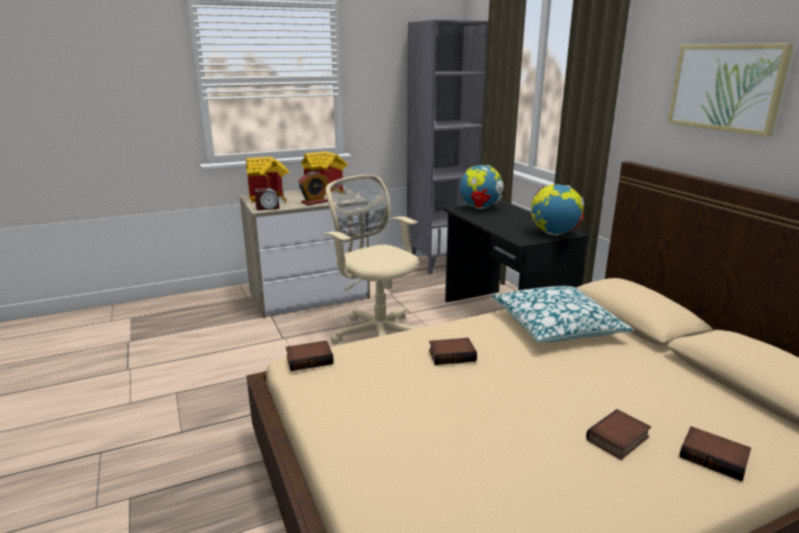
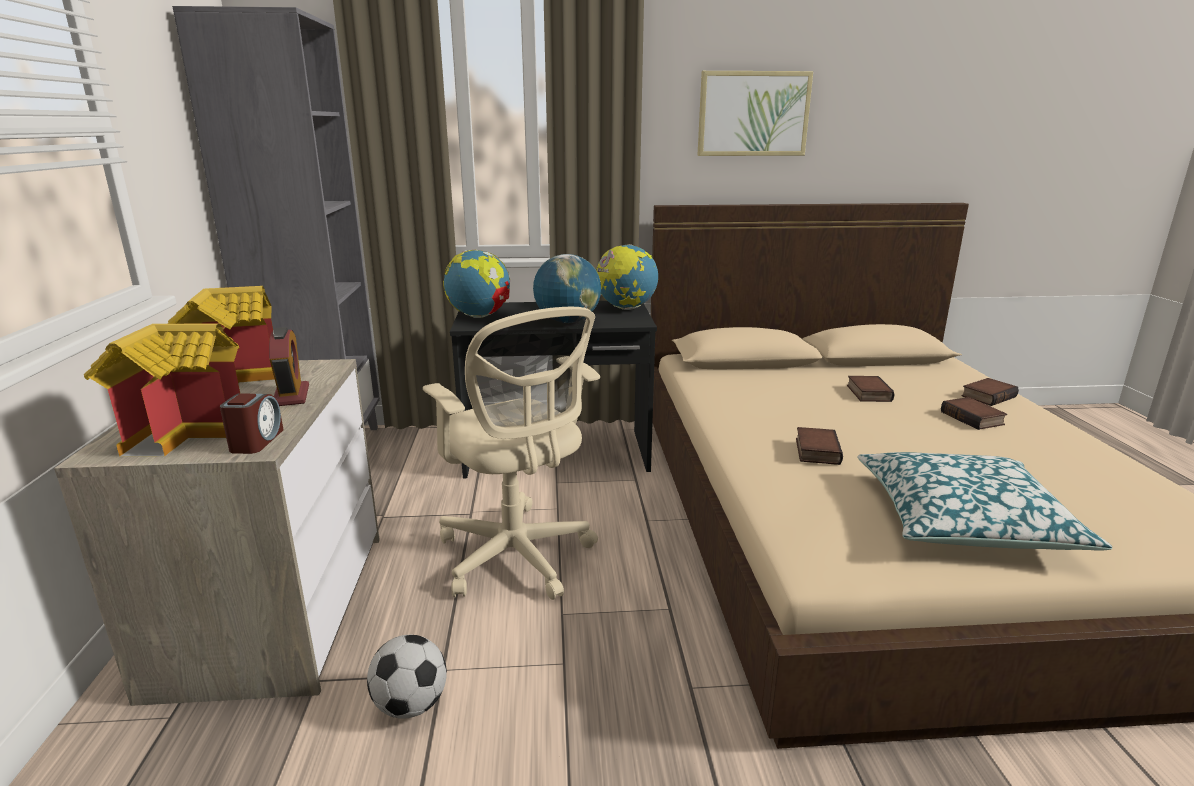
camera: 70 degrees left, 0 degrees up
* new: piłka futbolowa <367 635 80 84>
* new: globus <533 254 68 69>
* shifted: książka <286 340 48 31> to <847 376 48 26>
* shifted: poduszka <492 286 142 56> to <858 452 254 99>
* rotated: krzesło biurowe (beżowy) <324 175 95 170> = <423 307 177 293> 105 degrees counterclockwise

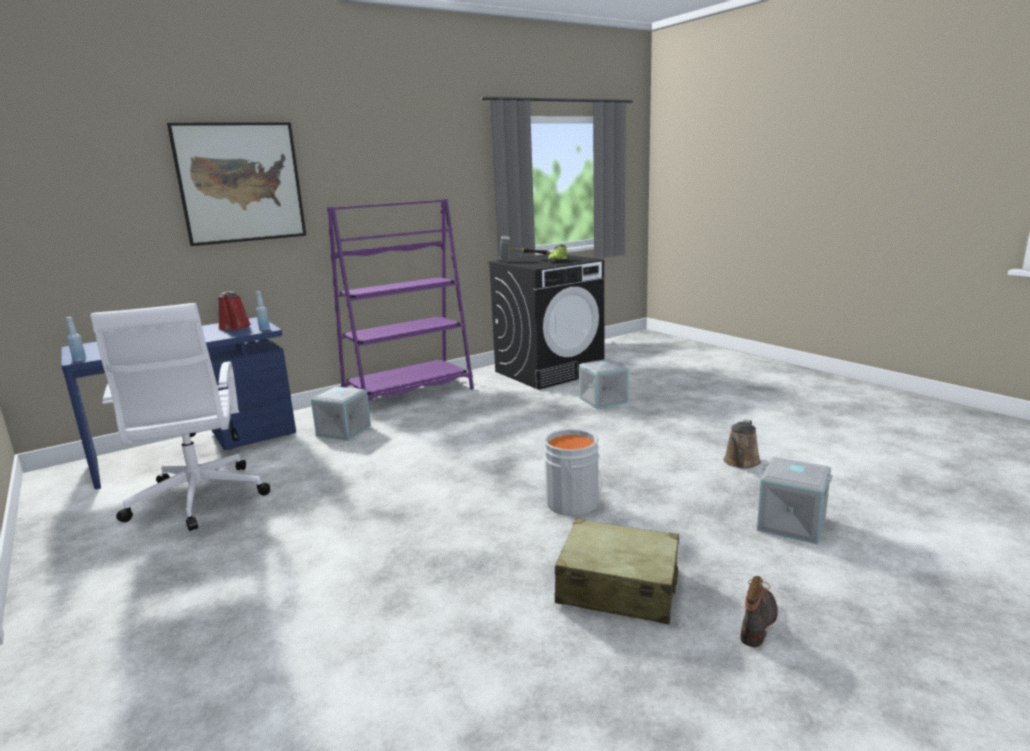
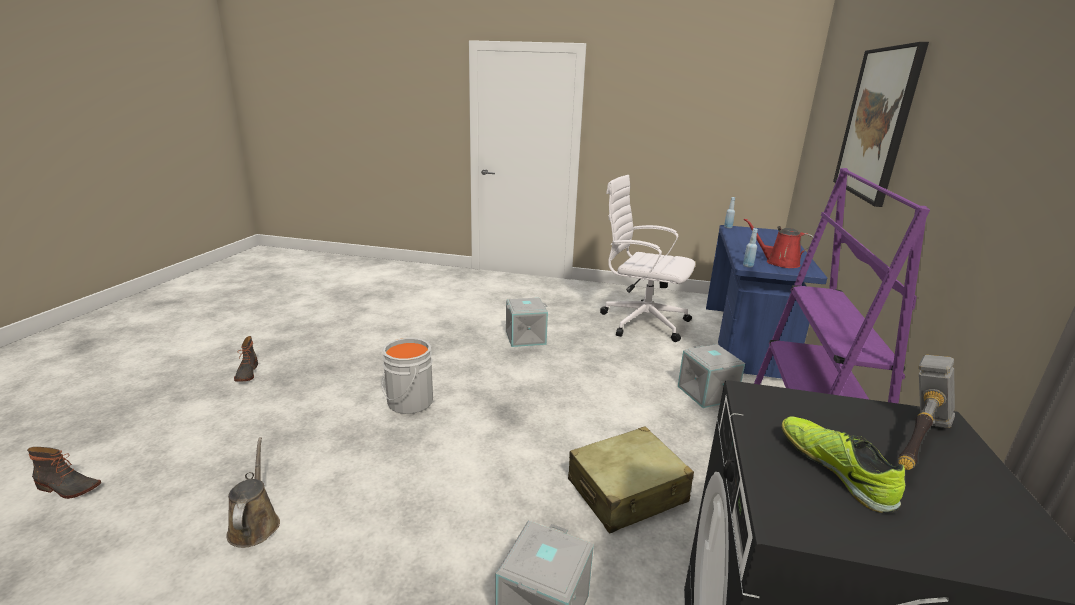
camera: 135 degrees right, 5 degrees up
* new: but z cholewką <27 447 74 52>
* shifted: walizka (beżowy) <555 518 124 106> to <568 426 126 107>
* shifted: pojemnik do przechowywania (szary) <757 457 76 88> to <506 298 42 49>

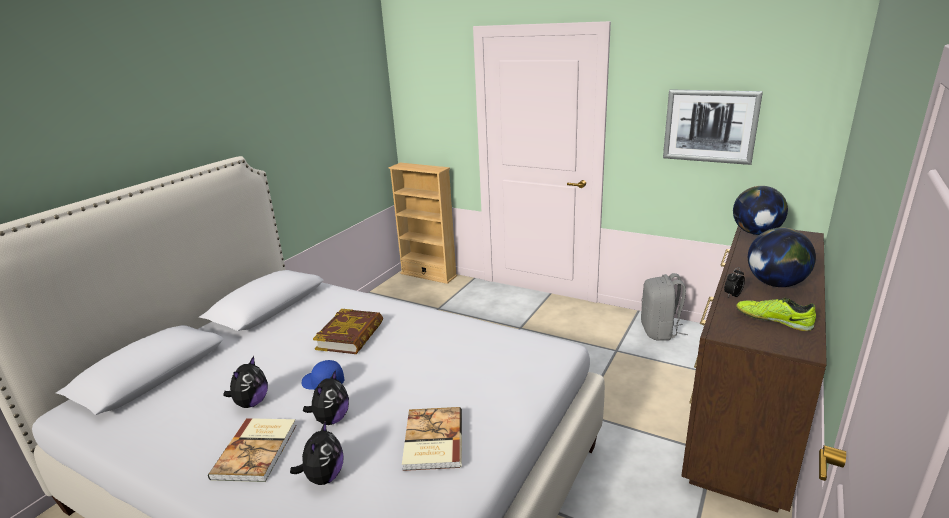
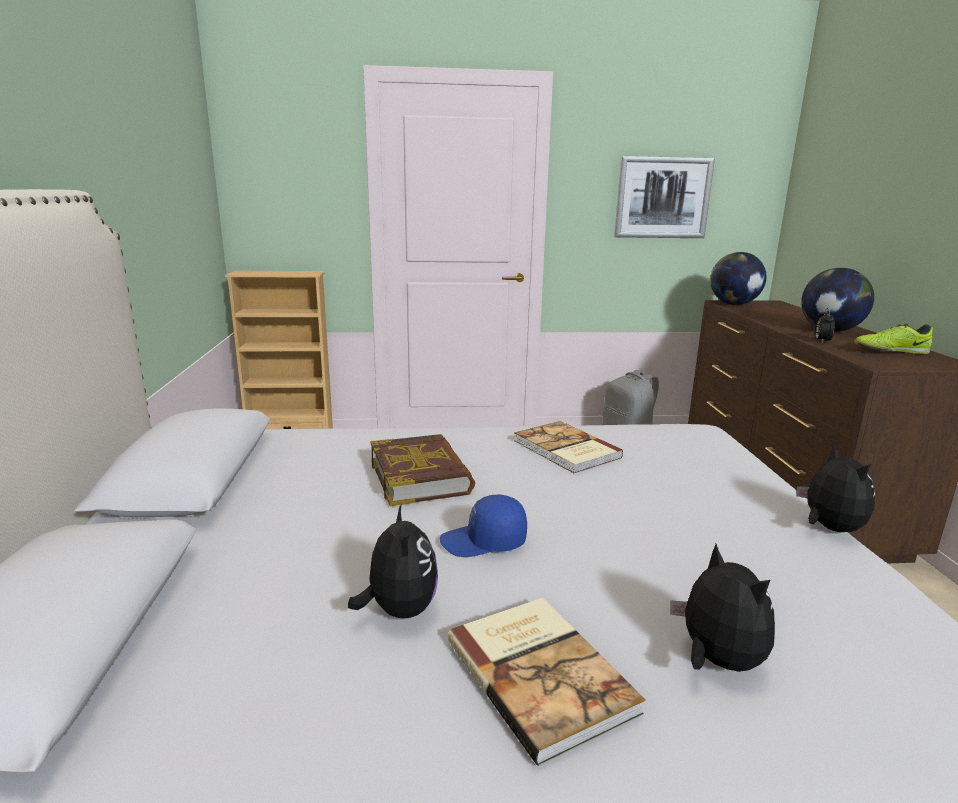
camera: 35 degrees left, 5 degrees down
* shifted: pluszak <303 370 46 55> to <796 444 79 88>
* shifted: książka <402 407 60 64> to <514 421 110 52>

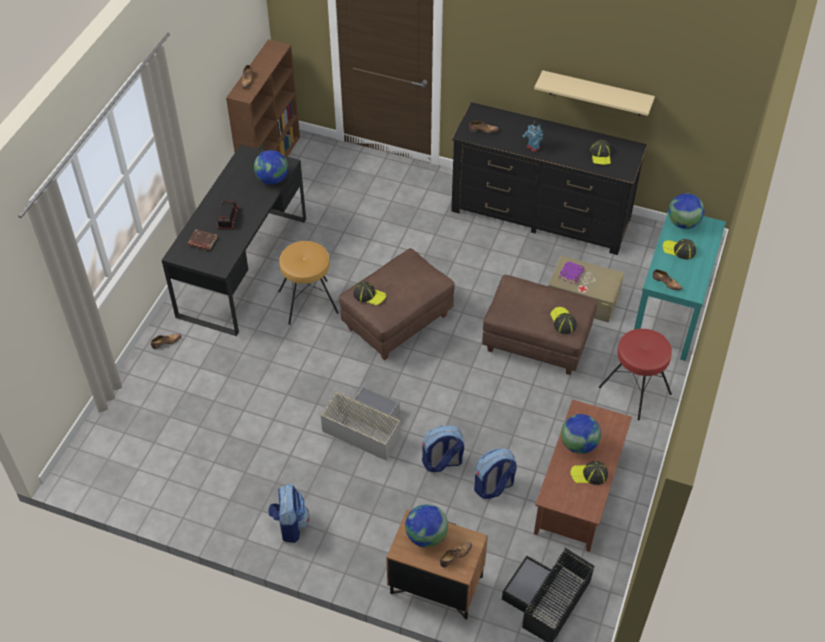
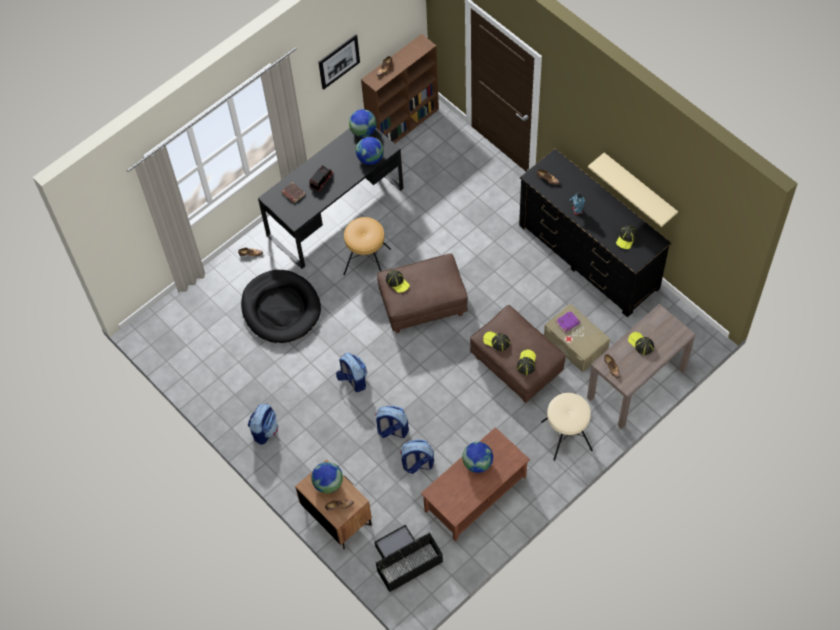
camera: 30 degrees right, 10 degrees up
* new: legowisko (czarny) <241 270 80 73>
* new: obraz <318 34 42 56>
* shifted: czapka z daszkiem <570 461 38 24> to <483 332 27 19>
* shifted: globus <668 193 37 36> to <349 109 28 28>
* swapped: pojemnik do przechowywania (szary) <320 386 81 75> to plecak <336 352 31 40>
* repainted: stołek (czerwony) <599 329 73 91> to stołek (beżowy) <541 393 52 68>
* repainted: stolik konsolowy (turkusowy) <634 213 92 148> to stolik konsolowy (brązowy) <587 304 109 125>

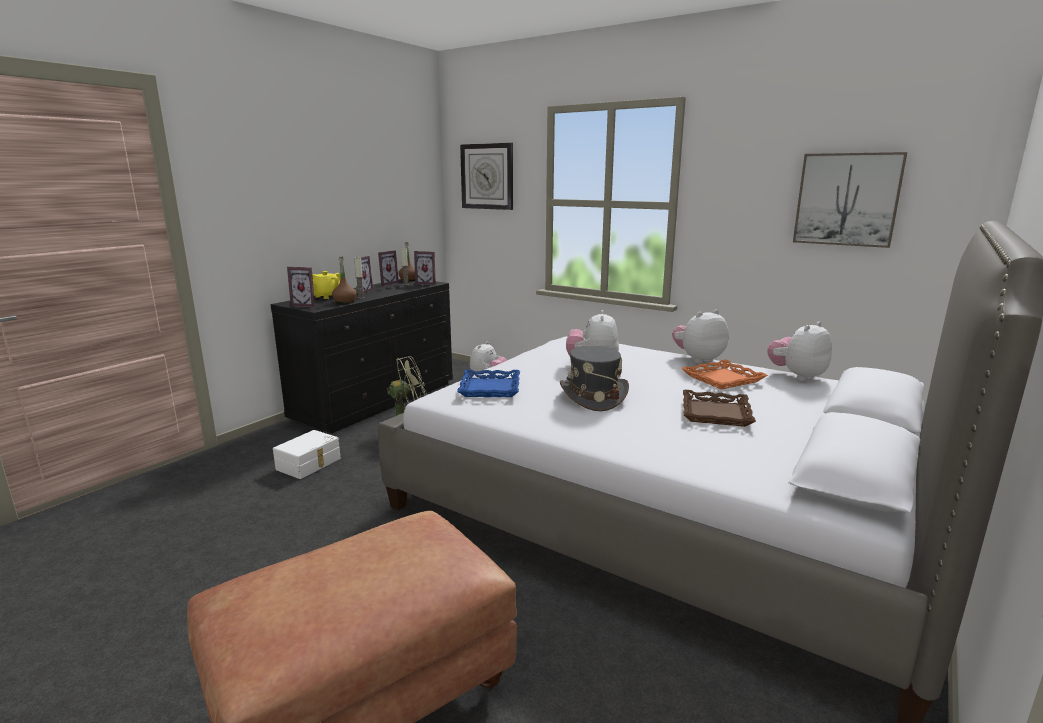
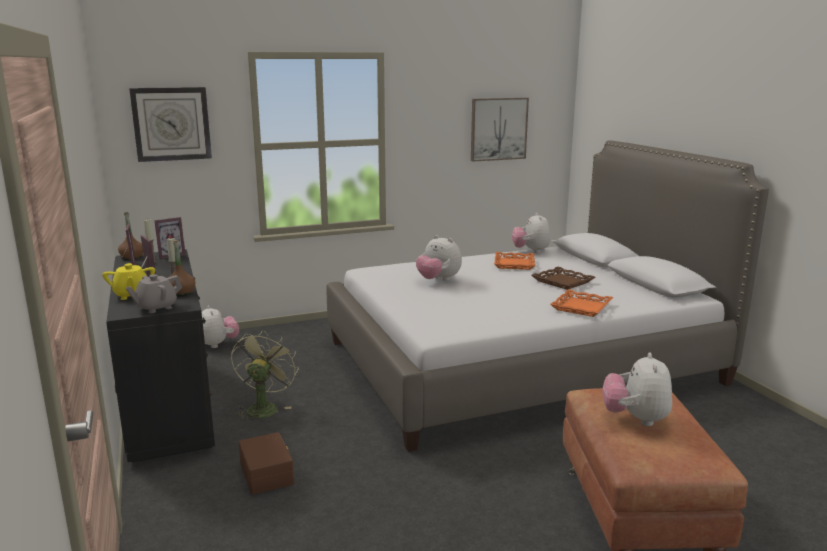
camera: 55 degrees left, 0 degrees up
* gone: taca (niebieski) <457 370 63 27>
* gone: kapelusz (szary) <560 345 69 66>
* new: taca (pomarańczowy) <550 289 63 28>
* shifted: pluszak <672 310 57 53> to <602 353 70 73>
* swapped: ramka na zdjęcie <287 267 28 40> to imbryk (szary) <126 274 56 39>
* repainted: pojemnik do przechowywania (biały) <273 430 68 49> to pojemnik do przechowywania (brązowy) <239 432 55 63>

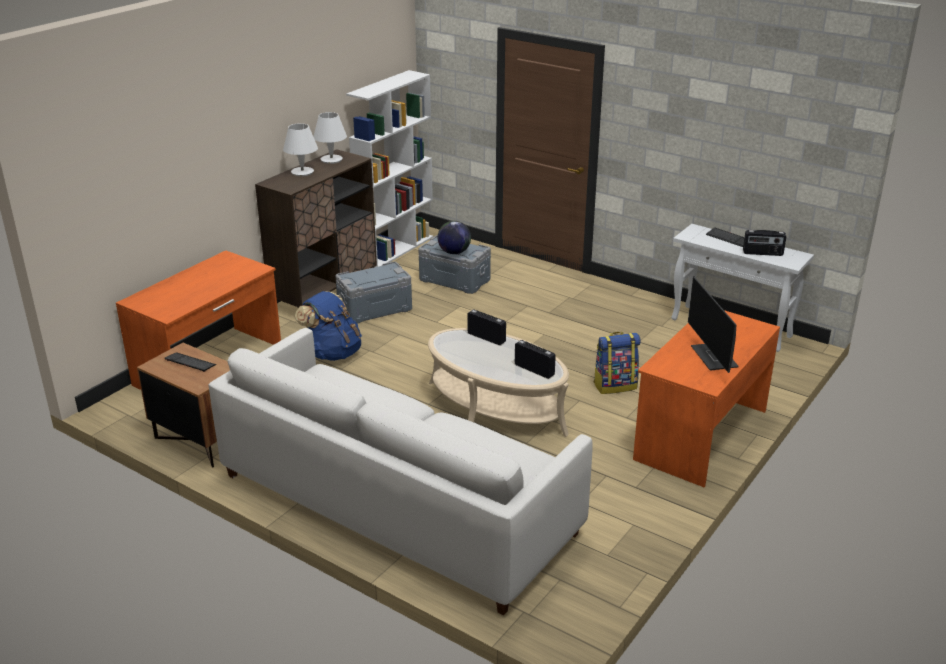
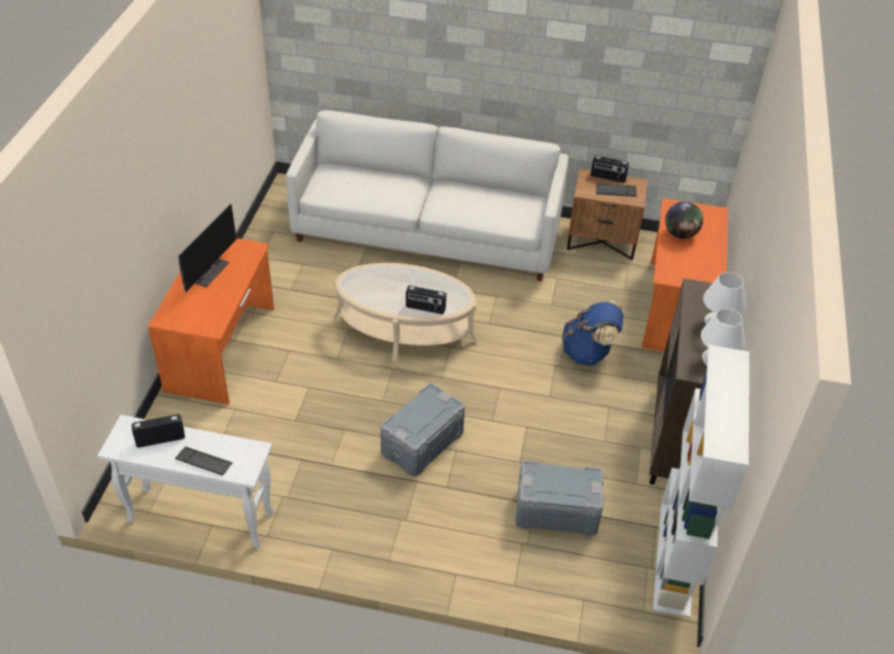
camera: 155 degrees right, 15 degrees up
* gone: plecak <594 332 47 62>
* shifted: pojemnik do przechowywania (szary) <335 262 77 62> to <380 383 85 94>
* shifted: globus <438 221 33 33> to <665 202 38 37>
* shifted: radio <515 340 41 39> to <591 156 38 26>
* rotated: monitor <688 276 51 97> = <178 204 59 88> 60 degrees clockwise

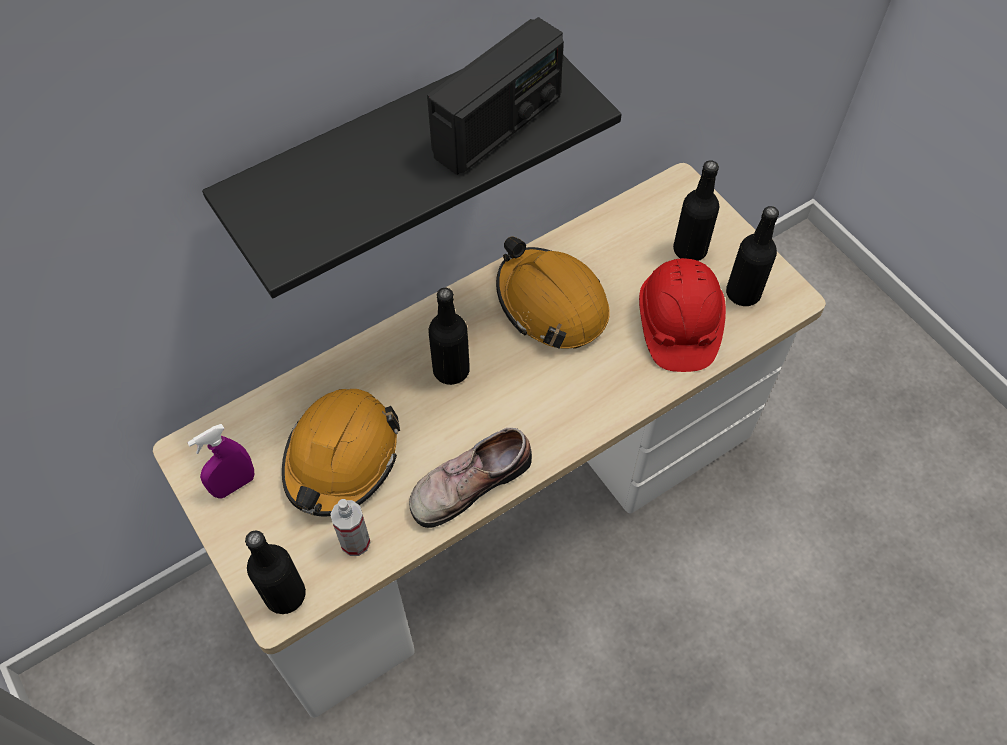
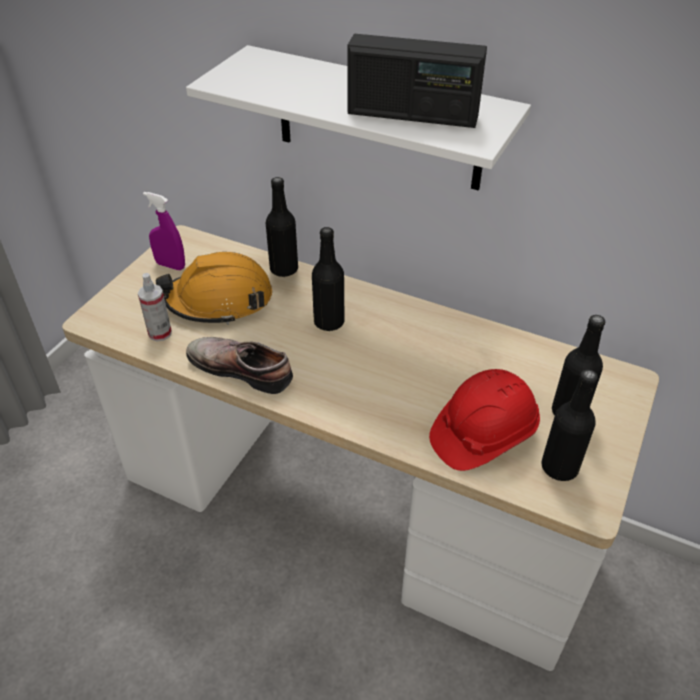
camera: 60 degrees right, 15 degrees down
* gone: kask (pomarańczowy) <496 236 114 113>
* shifted: butelka (czarny) <245 530 61 84> to <266 177 32 100>
* repainted: półka (czarny) <202 55 420 243> to półka (biały) <186 45 345 145>

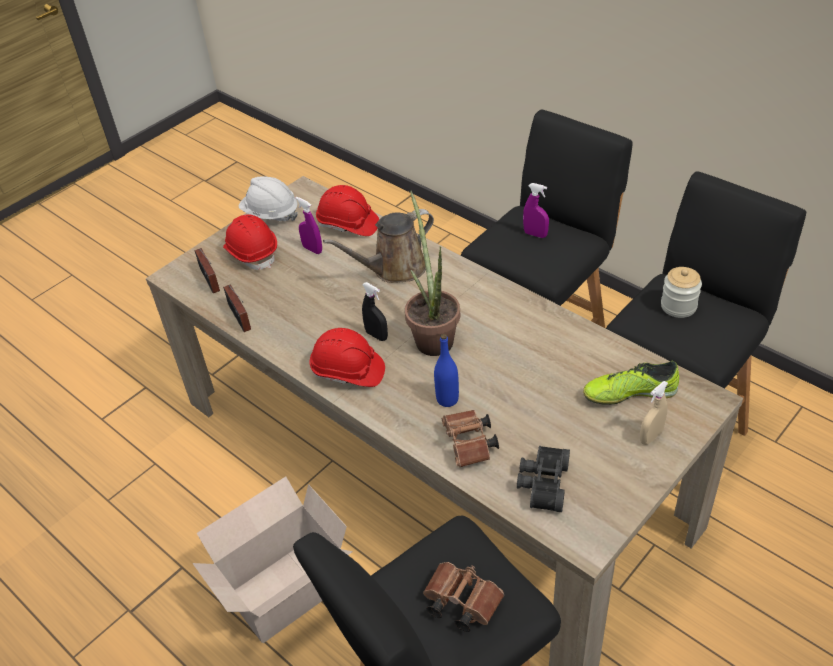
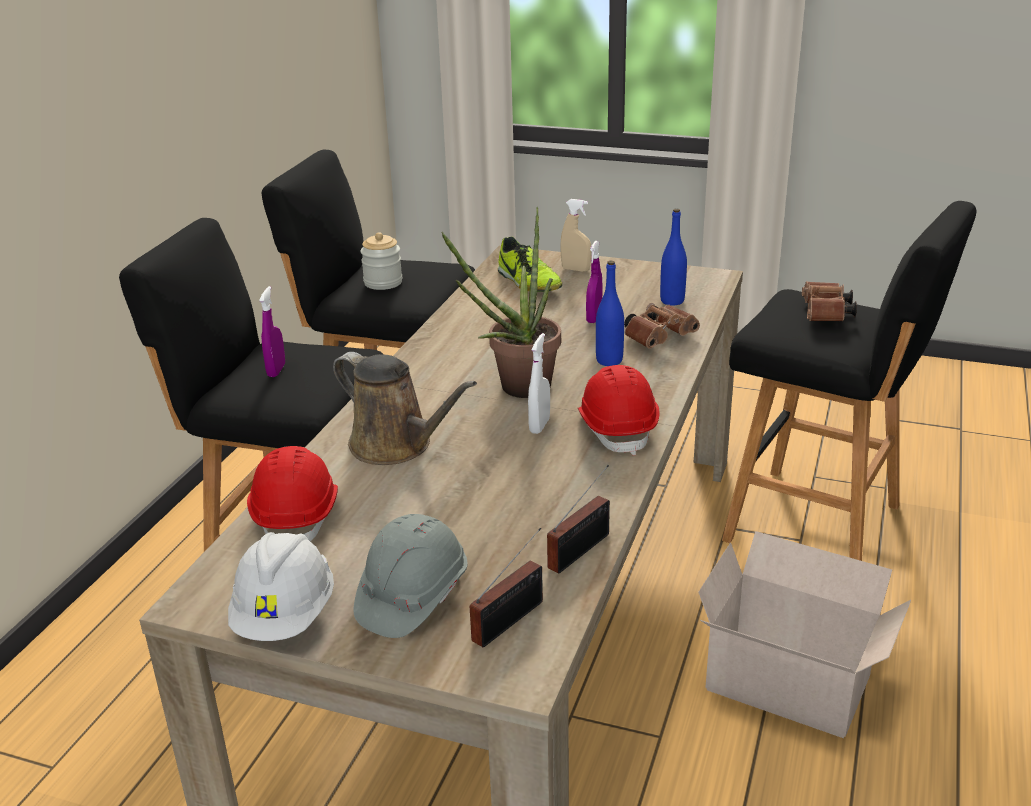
camera: 115 degrees left, 15 degrees down
* shifted: spryskiwacz (fioletowy) <296 197 26 57> to <586 241 16 82>
* swapped: lornetka (czarny) <517 446 53 66> to butelka (niebieski) <660 209 27 97>
* repainted: kask (czerwony) <223 214 54 56> to kask (szary) <354 514 113 124>
* repainted: spryskiwacz (czarny) <362 282 26 59> to spryskiwacz (biały) <528 333 22 101>

